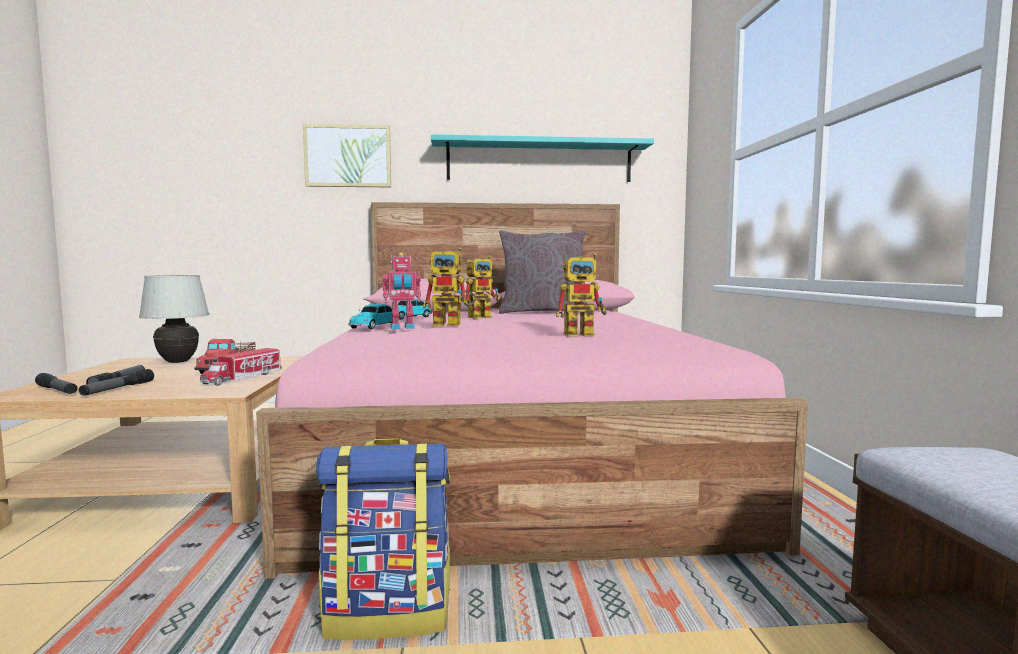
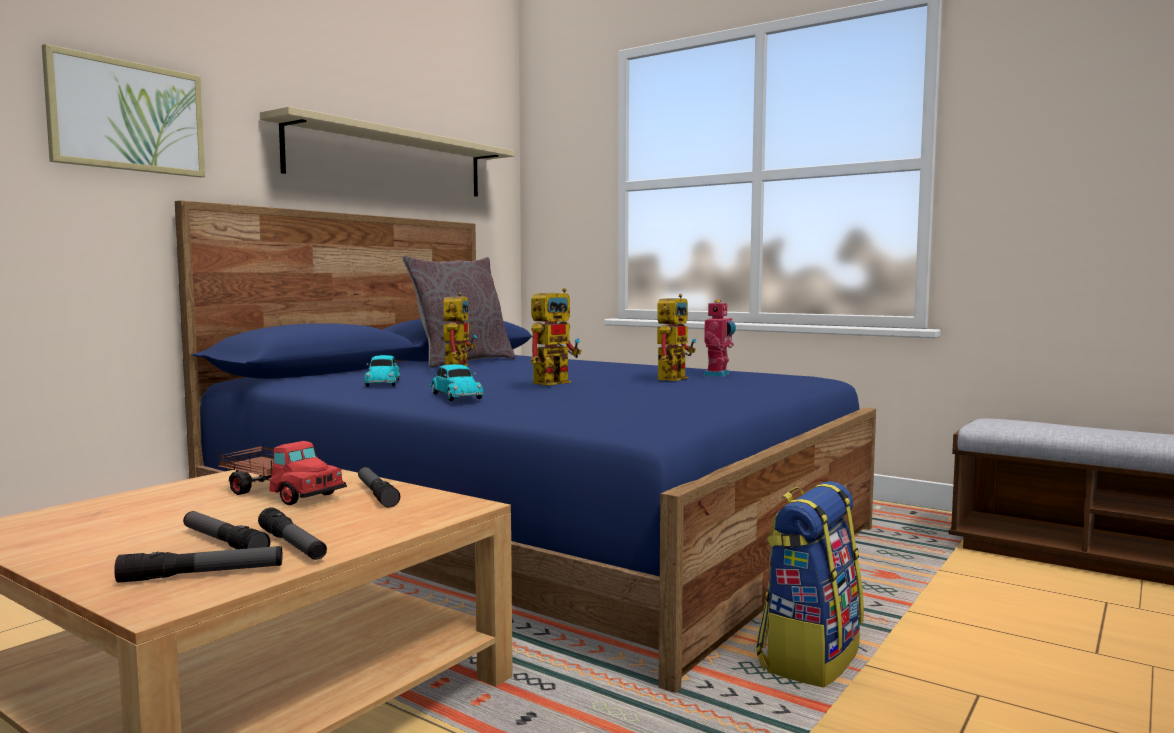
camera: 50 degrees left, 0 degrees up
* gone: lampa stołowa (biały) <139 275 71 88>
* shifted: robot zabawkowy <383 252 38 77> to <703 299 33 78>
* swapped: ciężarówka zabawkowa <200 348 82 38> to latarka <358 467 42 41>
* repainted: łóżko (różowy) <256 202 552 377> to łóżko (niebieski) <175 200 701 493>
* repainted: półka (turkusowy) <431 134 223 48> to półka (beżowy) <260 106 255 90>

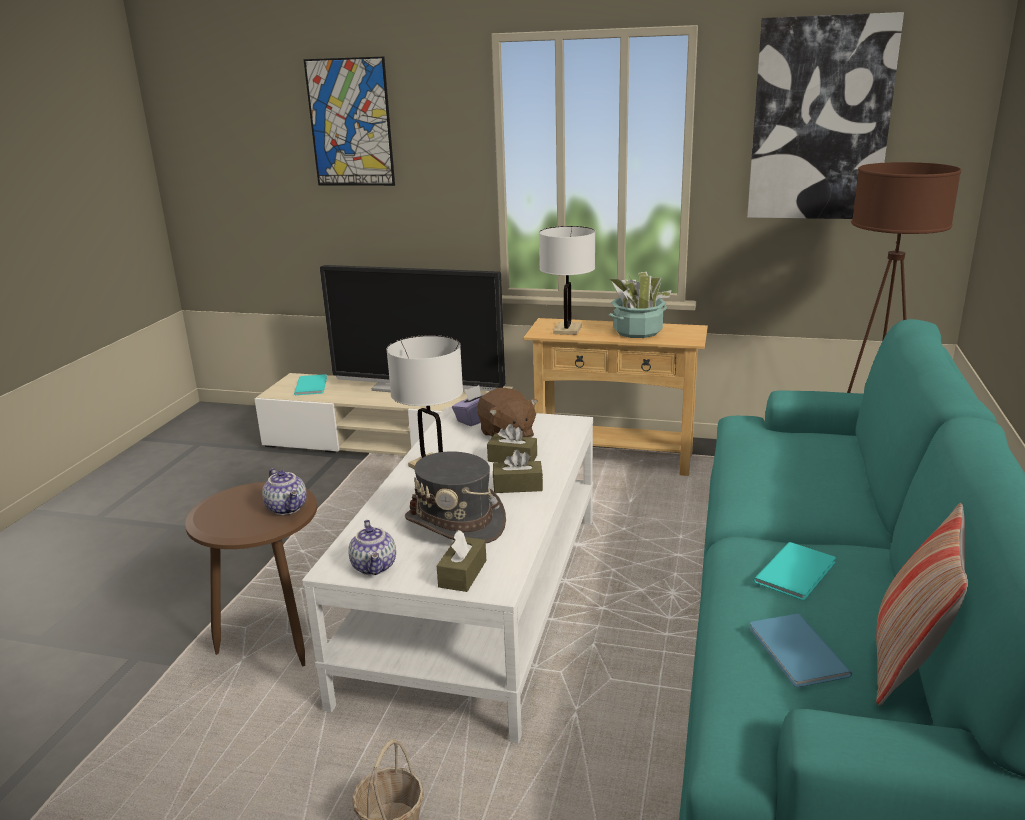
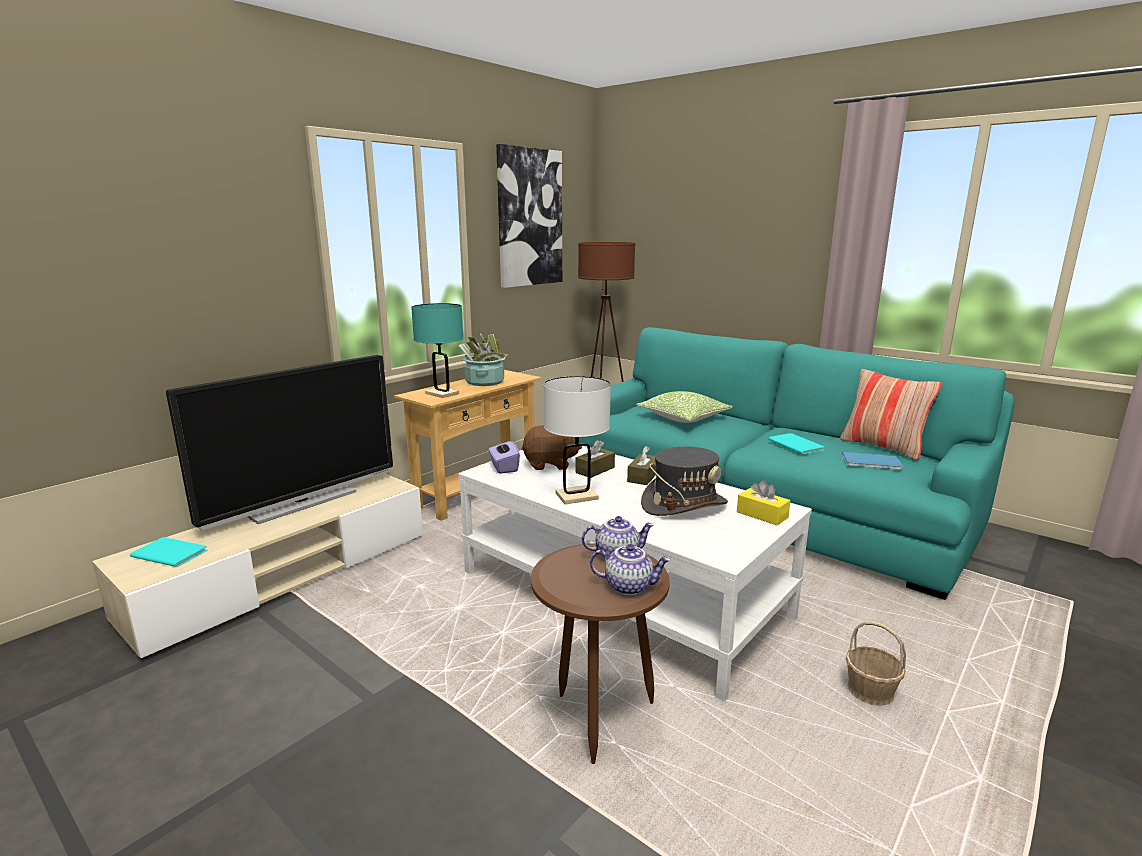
camera: 65 degrees left, 5 degrees down
* gone: obraz <304 57 91 129>
* new: poduszka <636 391 97 32>
* shifted: imbryk <348 520 48 55> to <590 544 81 51>
* repainted: pudełko chusteczek (brązowy) <437 530 49 62> to pudełko chusteczek (żółty) <737 480 53 45>
* repainted: lampa stołowa (biały) <539 226 56 109> to lampa stołowa (turkusowy) <411 303 52 95>

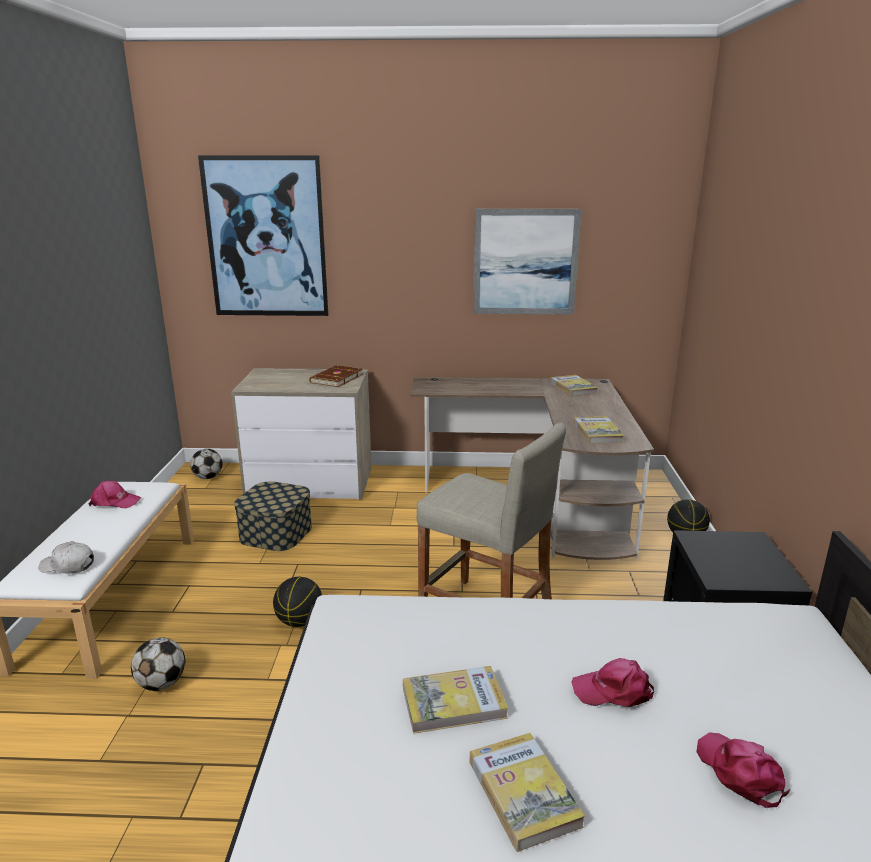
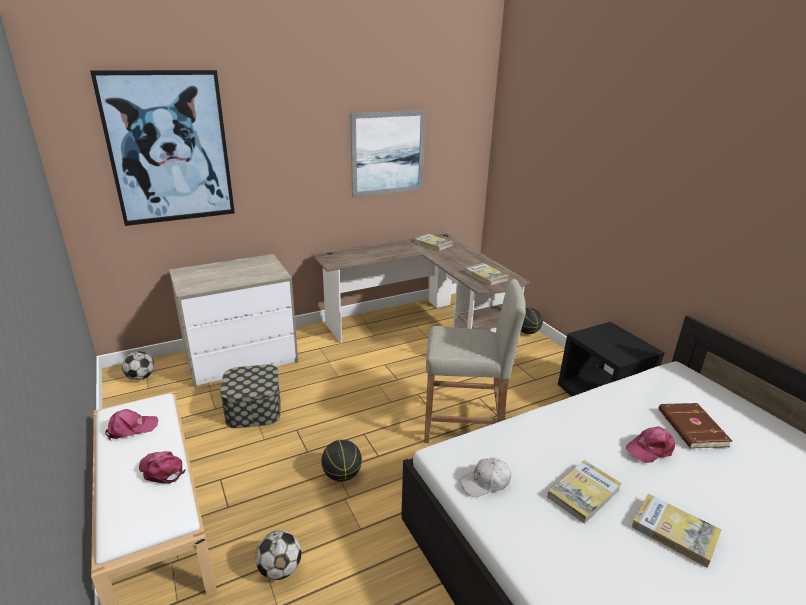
camera: 30 degrees left, 5 degrees up
* shifted: czapka z daszkiem (biały) <38 541 56 33> to <460 457 51 40>
* shifted: książka (brązowy) <309 365 54 22> to <659 403 73 45>
* shifted: czapka z daszkiem (różowy) <696 732 95 76> to <139 451 47 33>

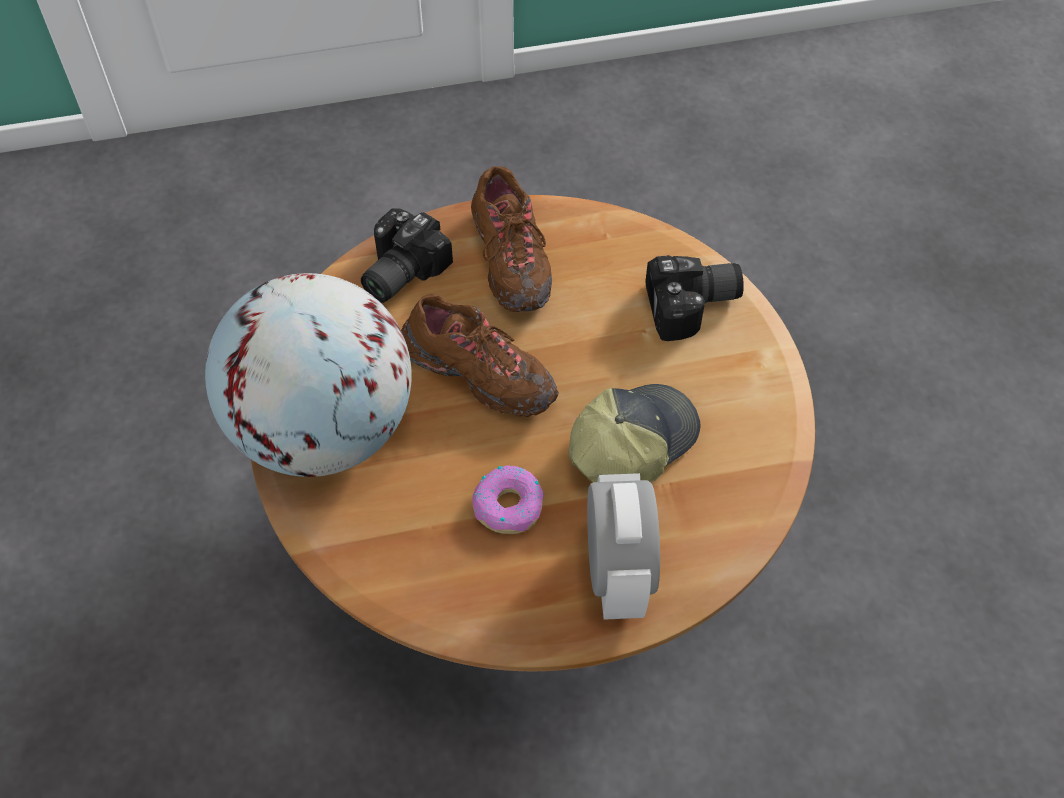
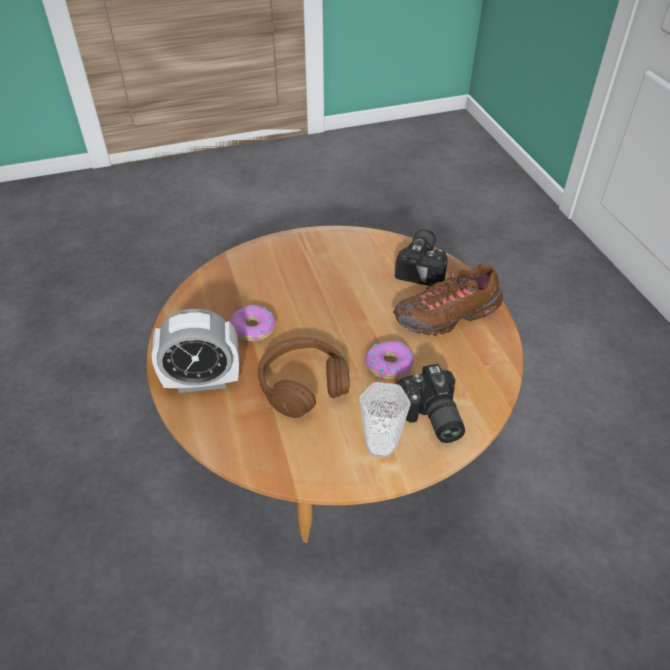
camera: 85 degrees right, 10 degrees down
* gone: globus <205 273 207 204>
* gone: but (brązowy) <401 293 158 124>
* new: filiżanka <359 382 52 76>
* new: donut <365 341 49 38>
* swapped: czapka z daszkiem <569 384 131 99> to słuchawki (brązowy) <258 337 91 81>
* rotated: aparat fotograficzny <361 208 92 95> = <395 229 52 58> 75 degrees clockwise

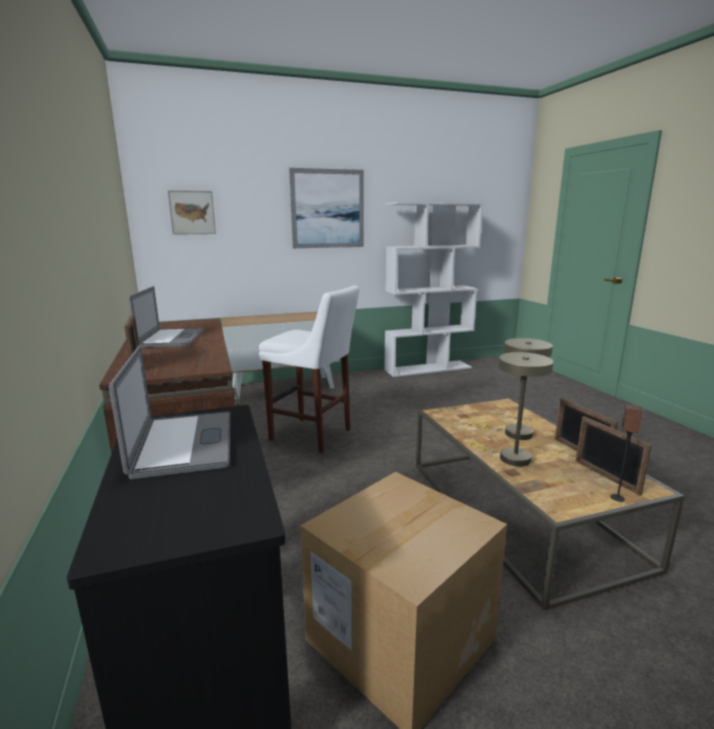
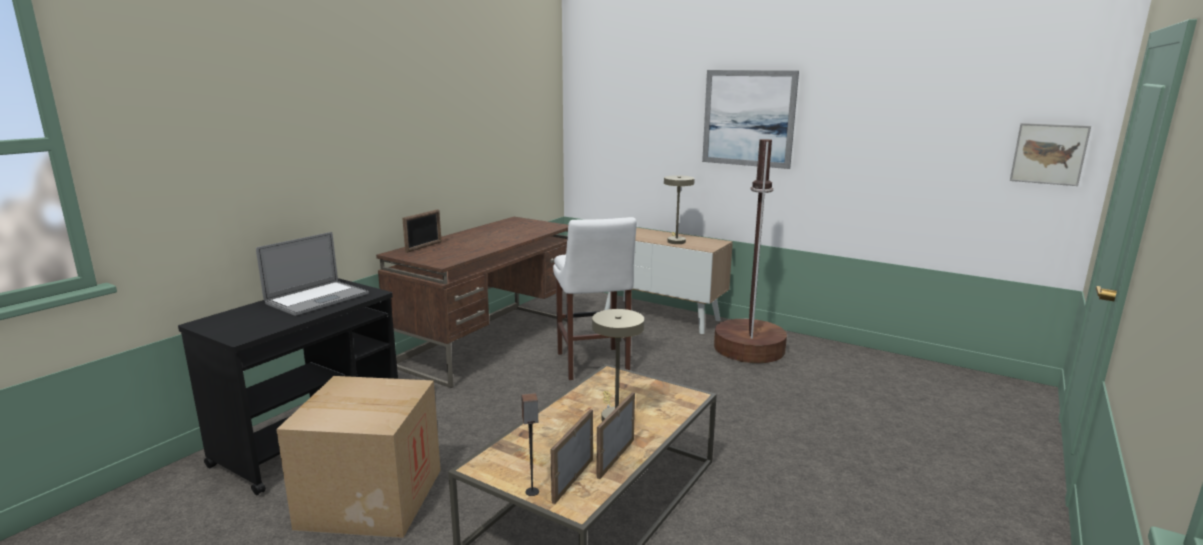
camera: 50 degrees right, 0 degrees up
* gone: laptop <129 286 75 62>
* gone: regał (biały) <384 202 99 175>
* new: lampa stojąca (brązowy) <714 139 73 224>
* shifted: obraz <168 190 48 45> to <1010 123 81 63>
* shifted: lampa stołowa (beżowy) <467 352 86 114> to <664 175 31 69>

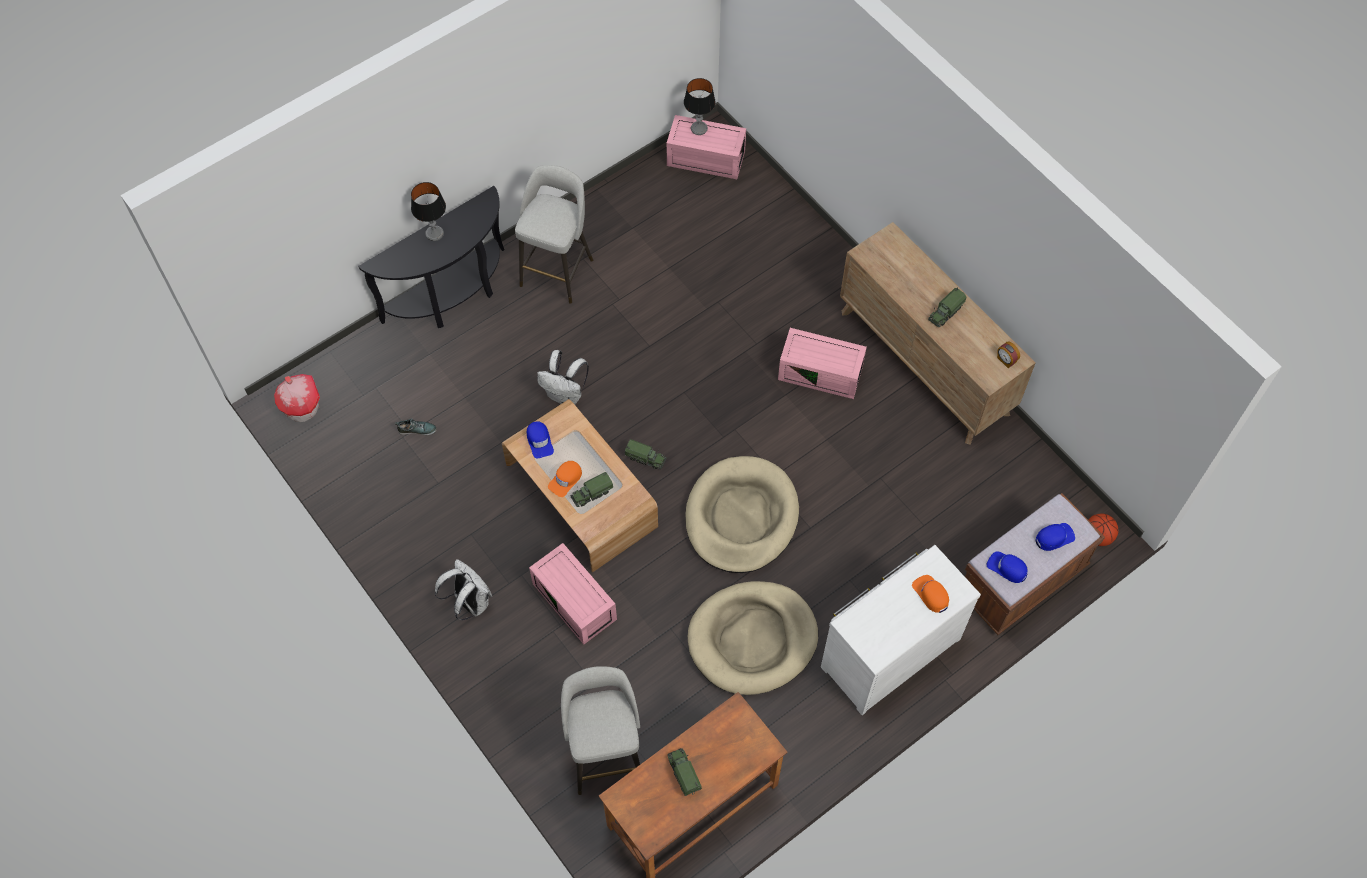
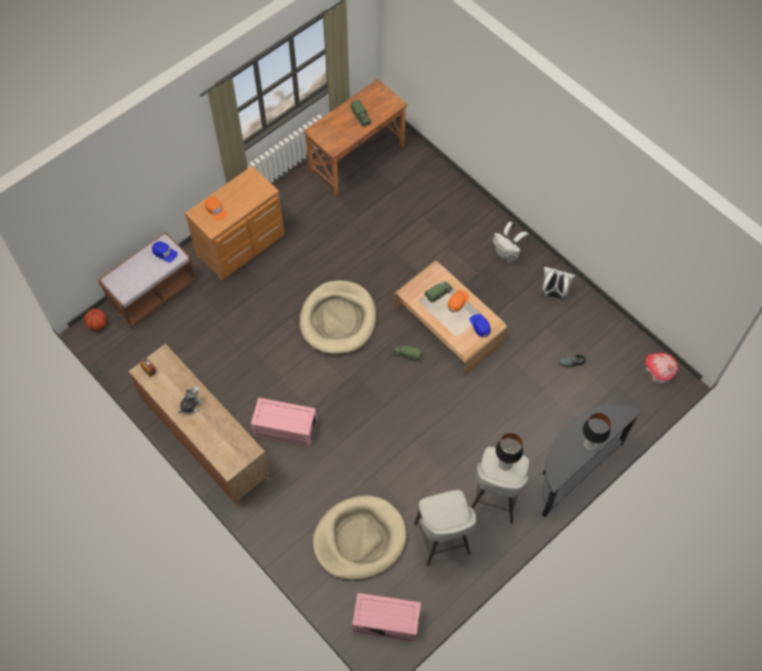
camera: 175 degrees right, 0 degrees up
* gone: pojemnik do przechowywania (różowy) <529 543 88 102>
* gone: czapka z daszkiem (niebieski) <1035 523 40 28>
* shifted: plecak (biały) <537 350 52 54> to <541 267 35 34>
* shifted: stołek (szary) <561 666 79 129> to <414 490 62 76>
* shifted: lampa stołowa <684 78 32 57> to <495 433 28 37>
* shifted: legowisko (beżowy) <688 581 130 114> to <313 495 94 85>
* swapped: ciężarówka zabawkowa <928 288 38 39> to pluszak <178 386 25 28>
* repainted: komoda (biały) <821 545 160 170> to komoda (brązowy) <185 166 99 115>

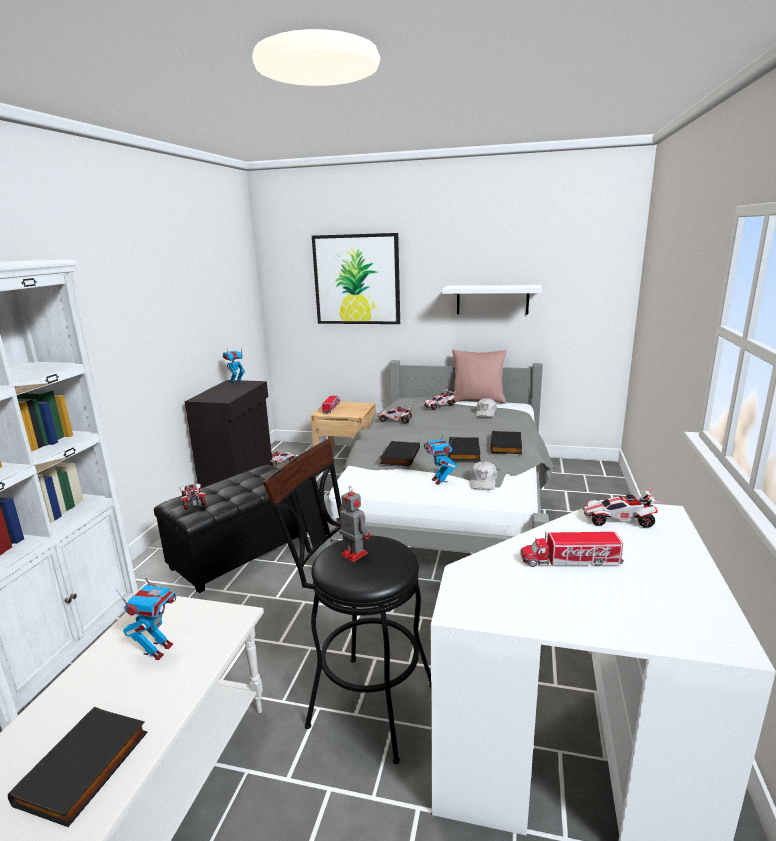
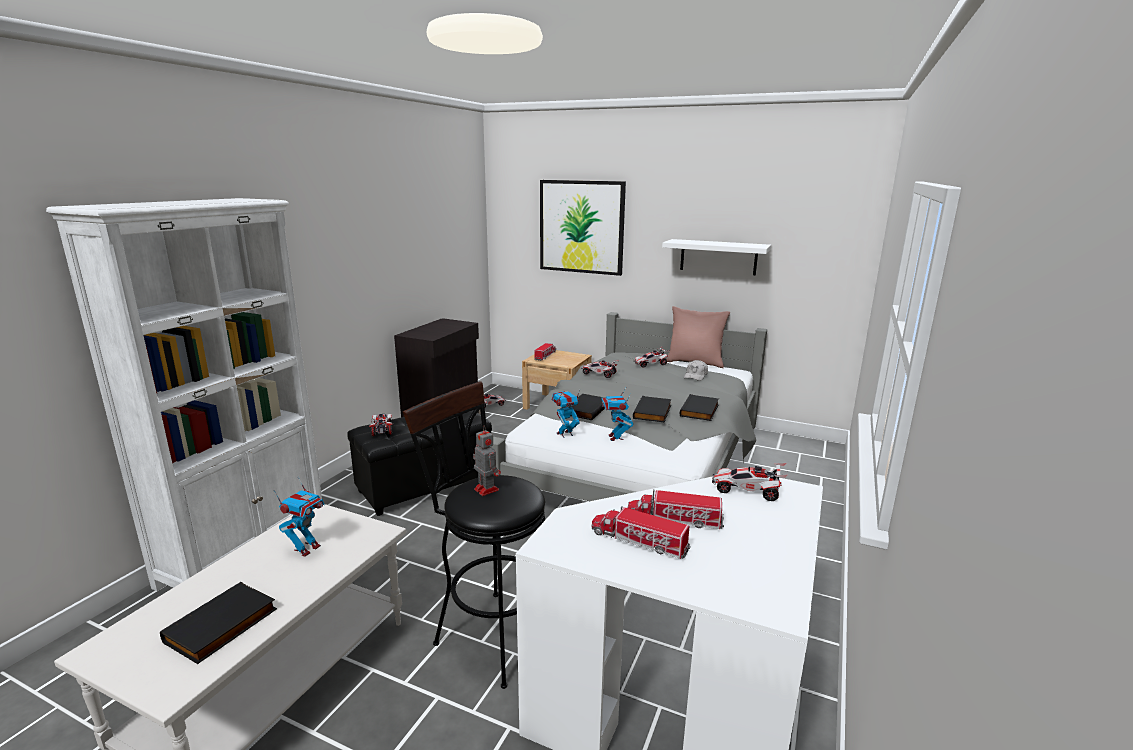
camera: 10 degrees right, 0 degrees up
* gone: czapka z daszkiem (biały) <470 461 27 29>
* new: ciężarówka zabawkowa <592 506 99 53>
* shifted: robot zabawkowy <223 348 22 37> to <552 390 28 48>

